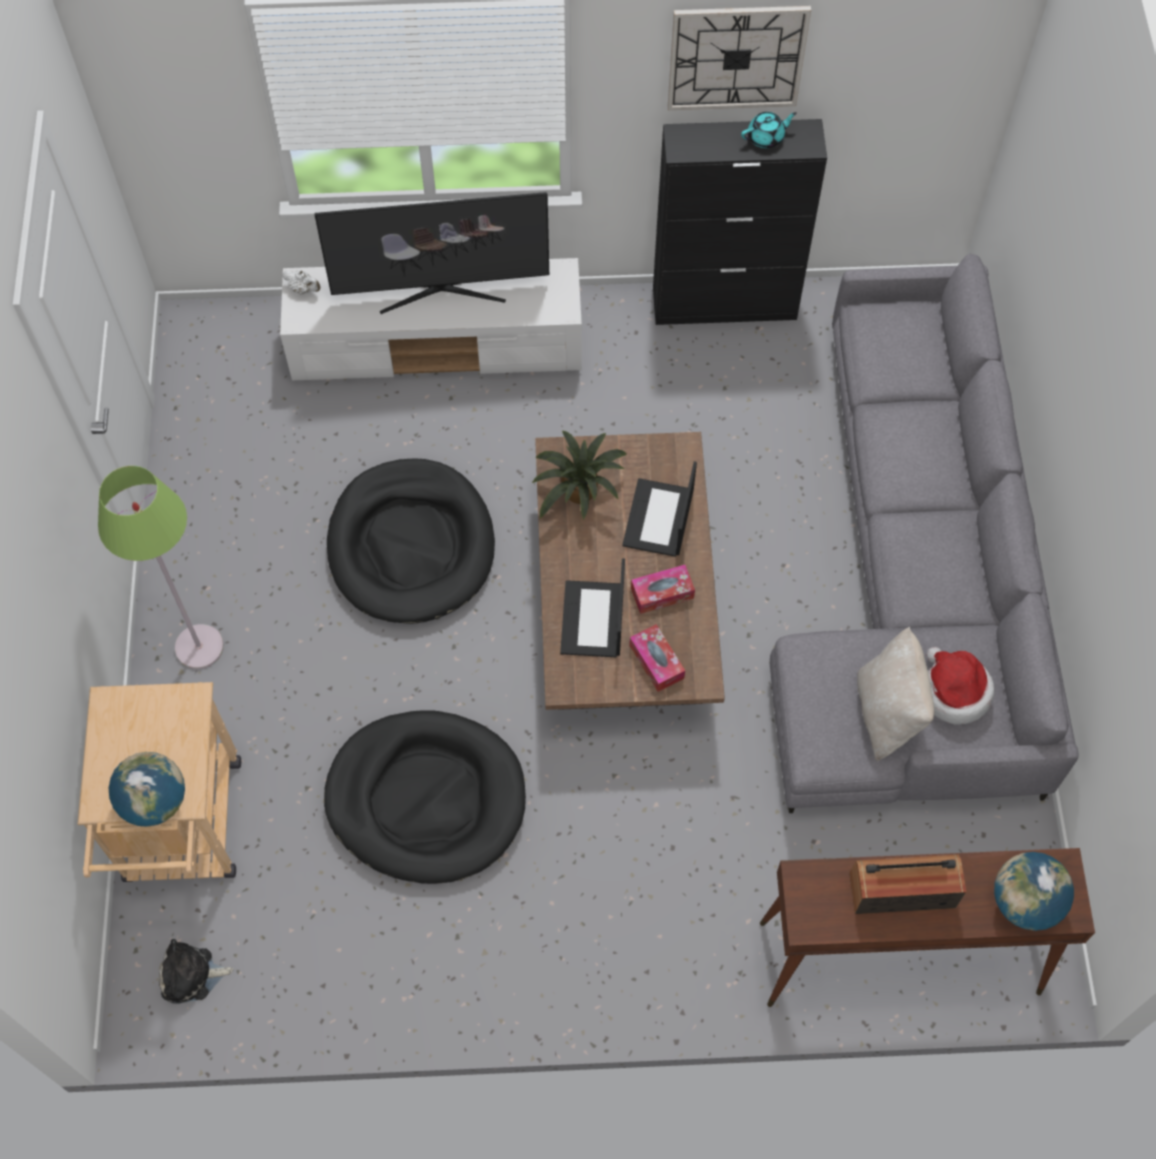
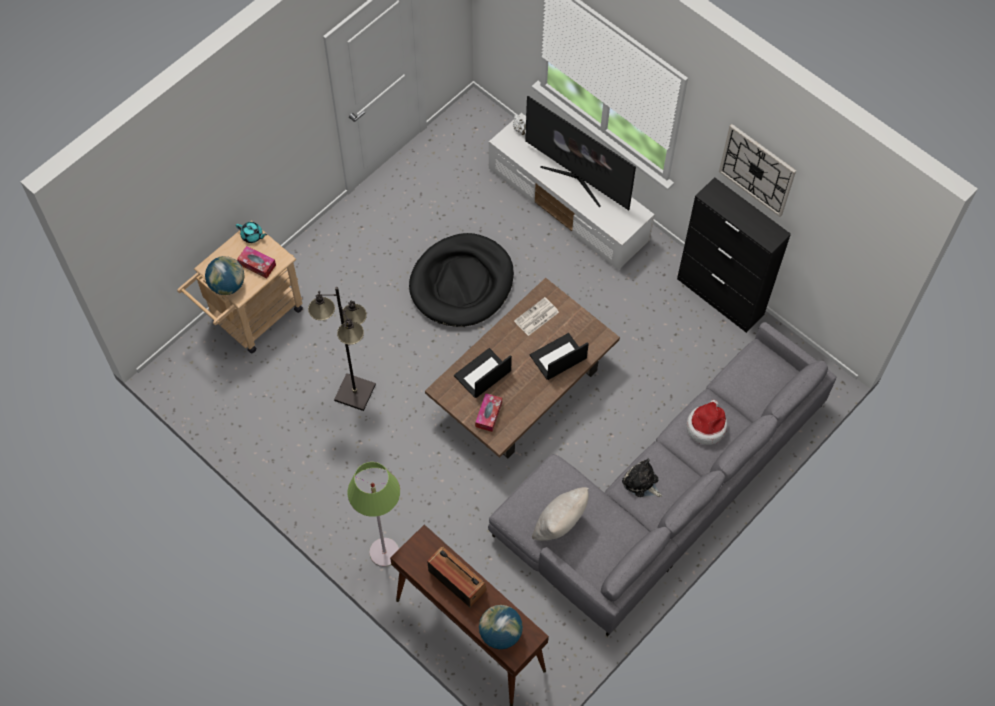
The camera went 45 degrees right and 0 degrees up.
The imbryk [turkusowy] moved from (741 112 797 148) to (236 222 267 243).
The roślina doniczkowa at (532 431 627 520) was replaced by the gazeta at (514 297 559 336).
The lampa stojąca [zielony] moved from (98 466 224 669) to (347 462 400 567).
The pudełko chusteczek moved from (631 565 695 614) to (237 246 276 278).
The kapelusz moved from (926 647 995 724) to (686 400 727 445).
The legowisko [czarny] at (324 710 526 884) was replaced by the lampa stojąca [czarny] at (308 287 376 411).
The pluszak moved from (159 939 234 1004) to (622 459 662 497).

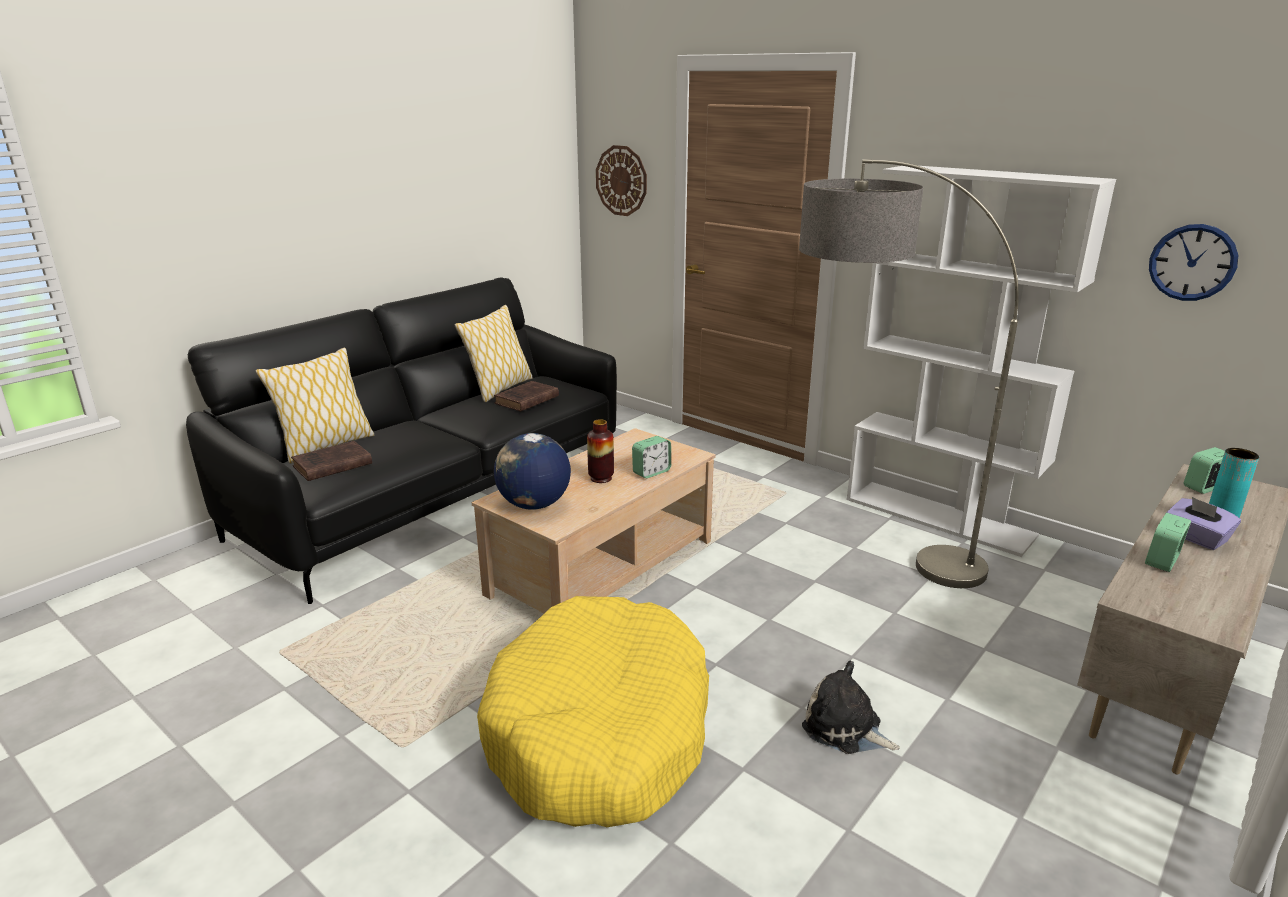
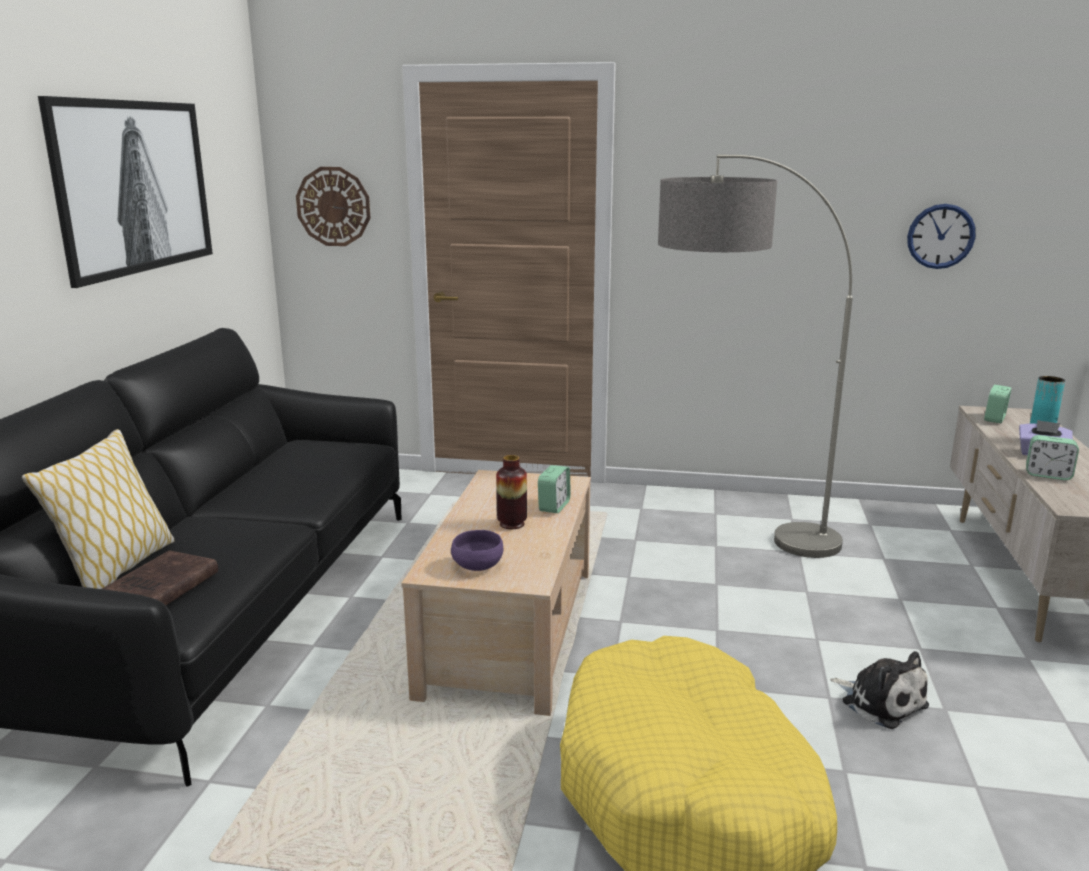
The camera went 30 degrees left and 5 degrees down.
The regał [biały] at (847 166 1116 557) disappeared.
The poduszka at (455 305 533 402) disappeared.
The książka [brązowy] at (494 381 559 412) disappeared.
The globus at (494 433 571 510) was replaced by the miska [fioletowy] at (451 530 503 571).
The budzik at (1145 513 1191 572) turned 75 degrees counterclockwise.
The pluszak at (802 661 900 754) turned 135 degrees counterclockwise.
The obraz at (38 96 213 288) appeared.

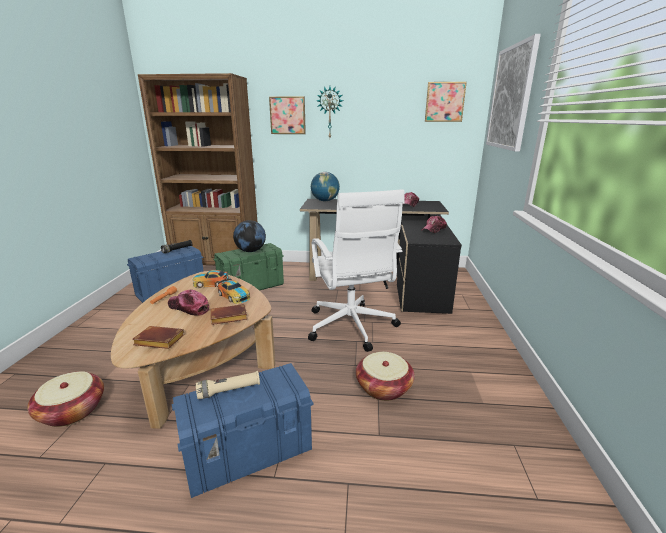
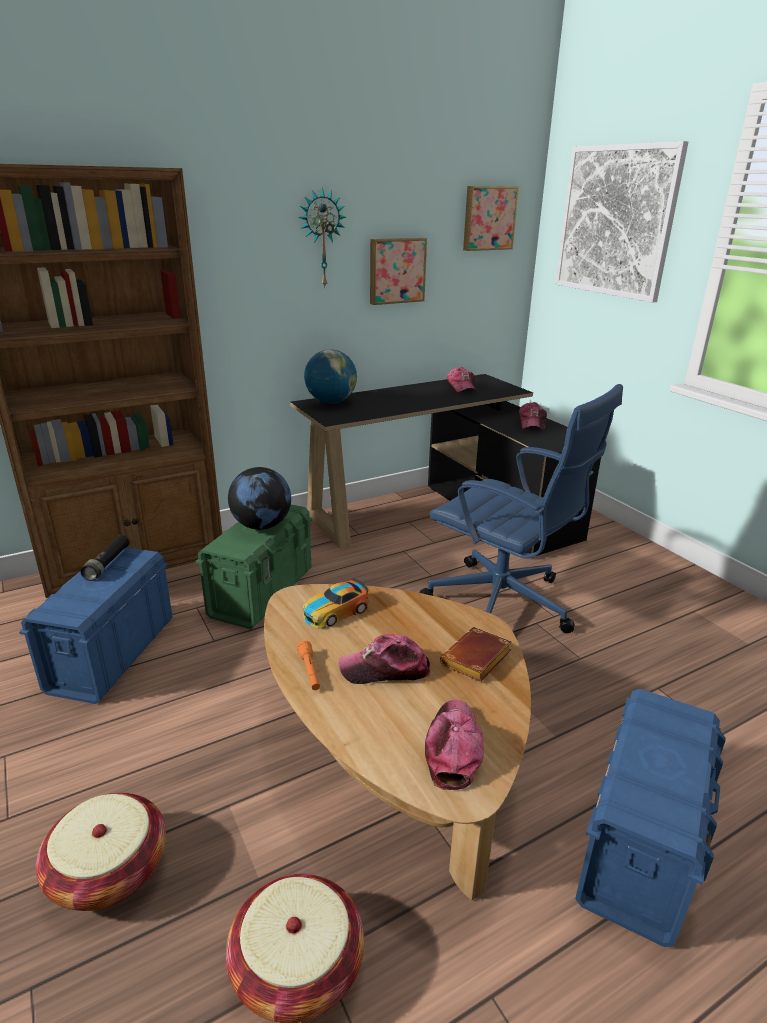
The camera went 35 degrees left and 5 degrees up.
The obraz moved from (269 96 306 134) to (370 238 427 305).
The krzesło biurowe [biały] at (308 189 404 352) became the krzesło biurowe [niebieski] at (419 384 623 633).
The samochodzik at (218 279 250 304) disappeared.
The książka [brązowy] at (132 326 185 349) was replaced by the czapka z daszkiem at (425 700 484 790).
The koszyk moved from (356 352 415 401) to (36 793 166 911).
The latarka [beżowy] at (196 371 260 399) disappeared.

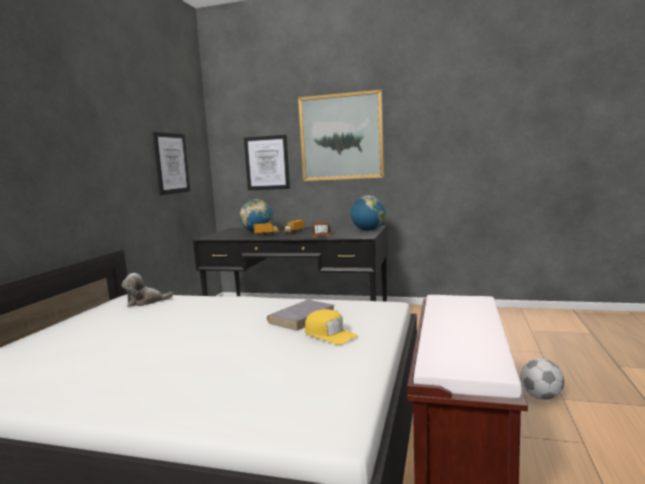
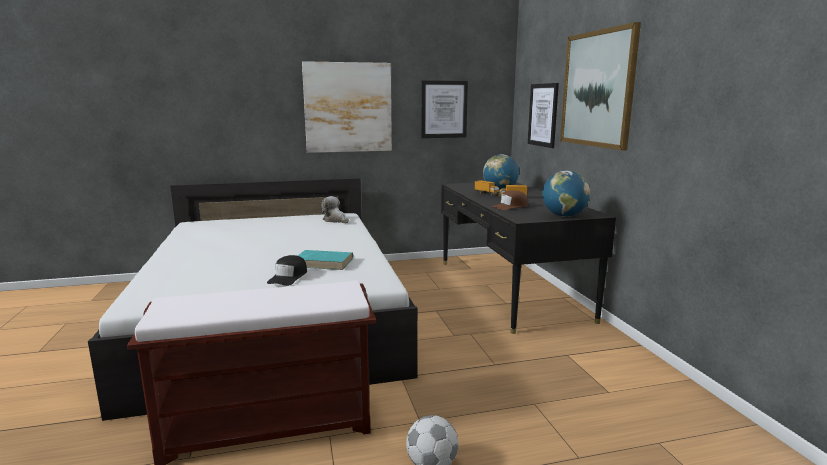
The camera went 60 degrees right and 5 degrees up.
The książka [szary] at (267 300 334 331) became the książka [turkusowy] at (298 250 353 270).
The czapka z daszkiem [żółty] at (305 309 358 345) became the czapka z daszkiem [czarny] at (267 255 307 286).
The obraz at (302 61 392 153) appeared.

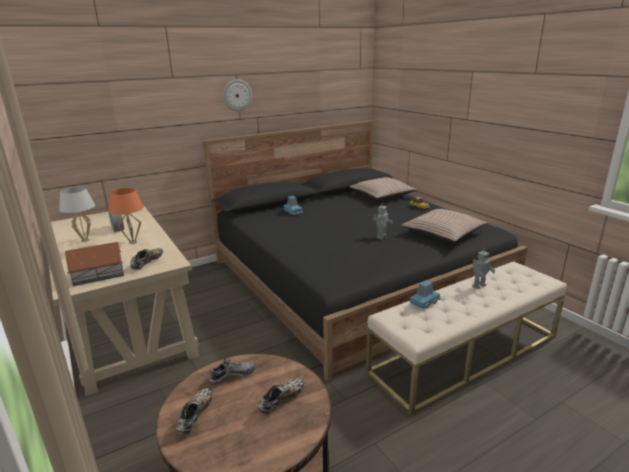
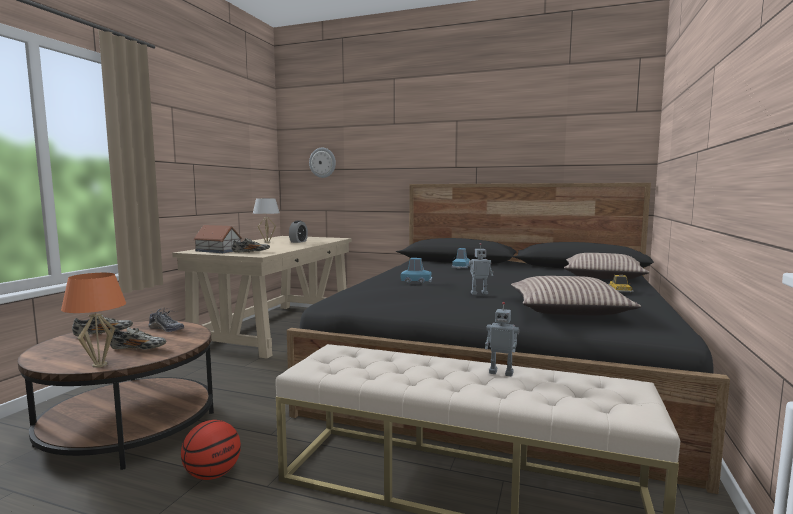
The camera went 50 degrees right and 15 degrees down.
The zegar ścienny moved from (223 79 252 112) to (309 148 336 178).
The lampa stołowa [pomarańczowy] moved from (109 188 144 244) to (61 273 126 368).
The samochodzik [niebieski] moved from (410 281 441 309) to (400 258 432 283).
The piłka do koszykówki at (181 420 241 480) appeared.

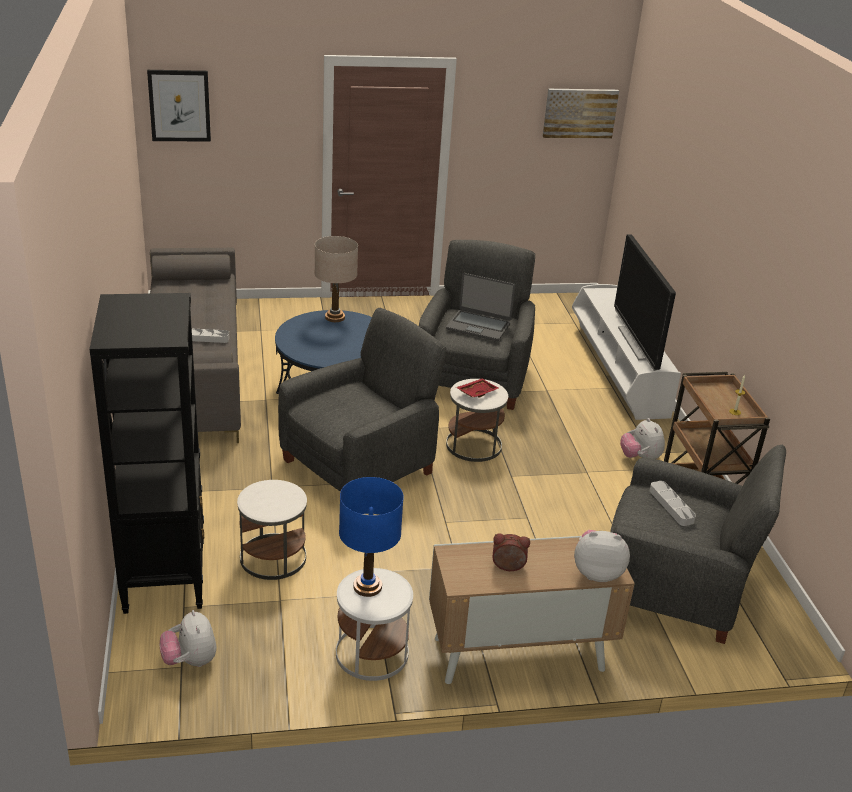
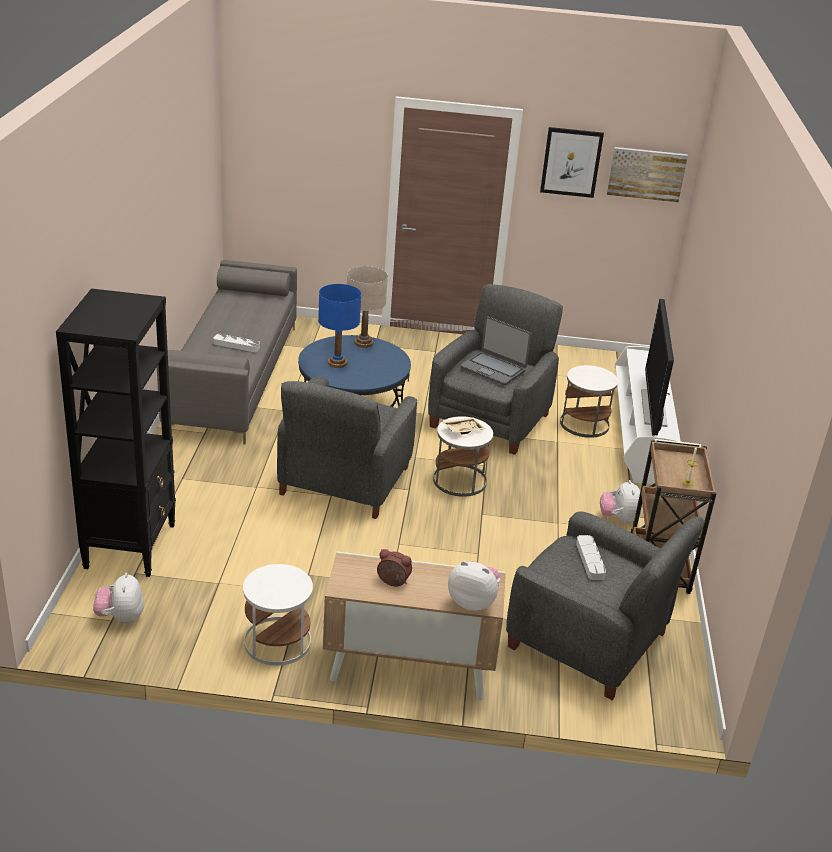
The camera went 15 degrees right and 0 degrees up.
The obraz moved from (147 70 211 142) to (540 127 604 198).
The fotel [szary] at (278 308 446 492) turned 135 degrees clockwise.
The taca [czerwony] at (456 378 499 398) became the taca [beżowy] at (442 417 485 434).
The lampa stołowa [niebieski] moved from (339 477 404 597) to (318 284 361 368).
The stolik [biały] moved from (237 480 307 580) to (560 365 618 438).

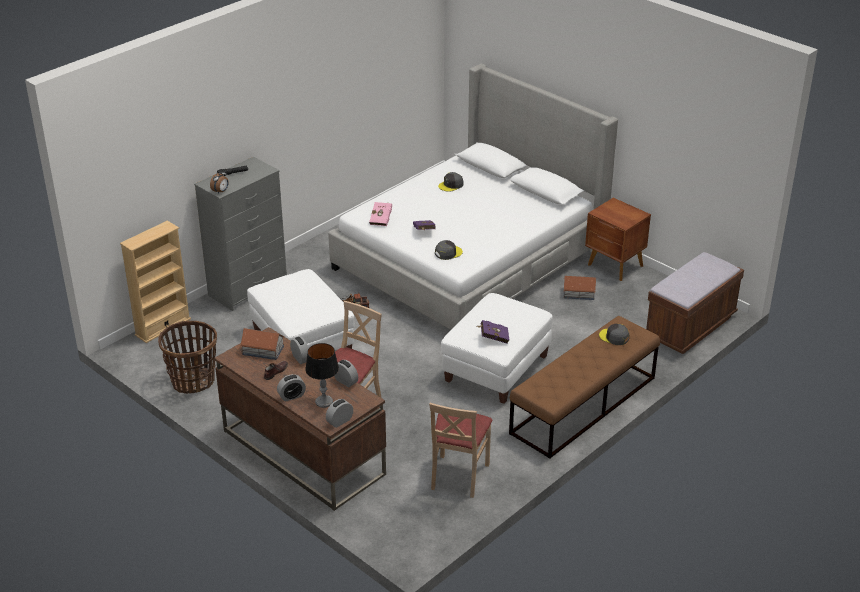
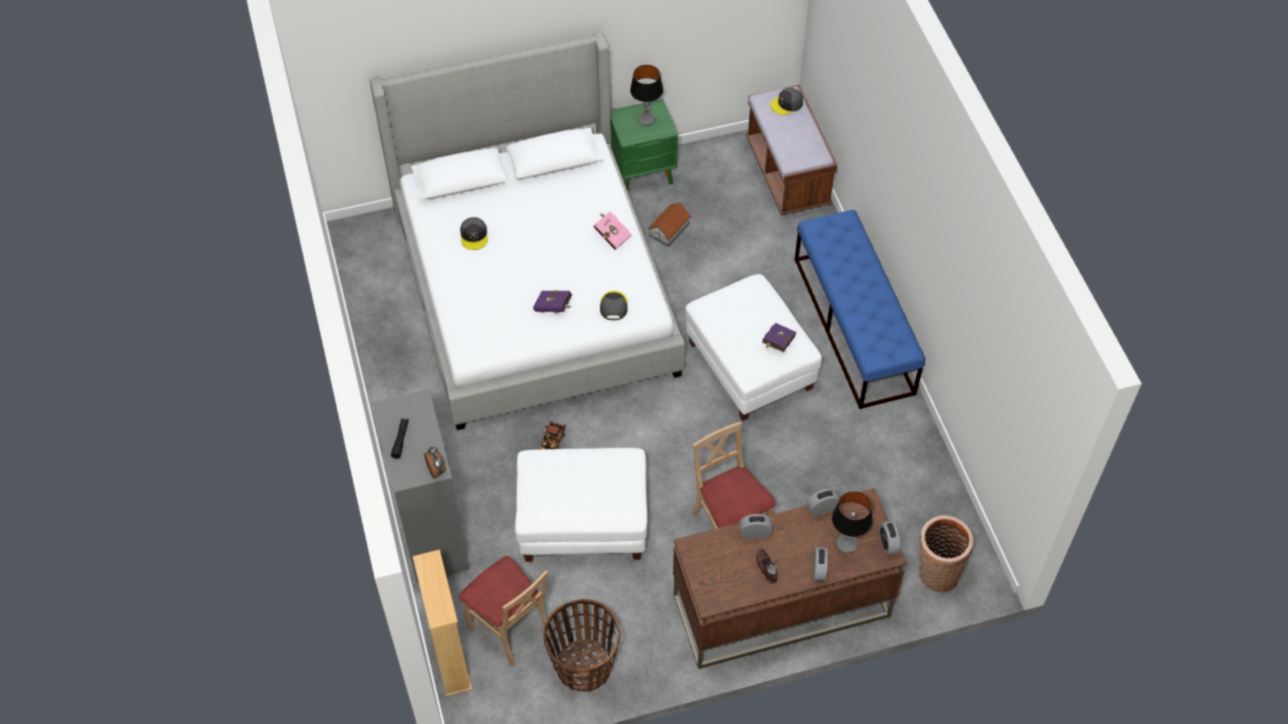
The camera went 60 degrees left and 20 degrees up.
The szafka nocna [brązowy] at (585 198 651 281) became the szafka nocna [zielony] at (611 99 678 191).
The książka [różowy] moved from (369 202 392 226) to (593 212 632 250).
The ławka [brązowy] at (509 316 660 459) became the ławka [niebieski] at (795 210 925 409).
The czapka z daszkiem [szary] moved from (599 324 629 345) to (771 87 803 115).
The domek at (240 328 285 360) disappeared.
The krzesło [beżowy] moved from (429 403 493 498) to (459 556 550 666).
The lampa stołowa at (630 65 663 126) appeared.
The koszyk at (919 515 973 592) appeared.

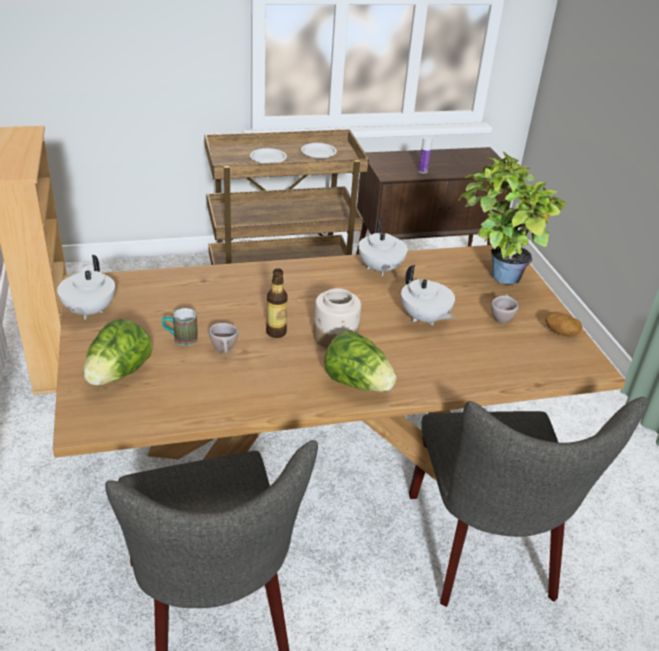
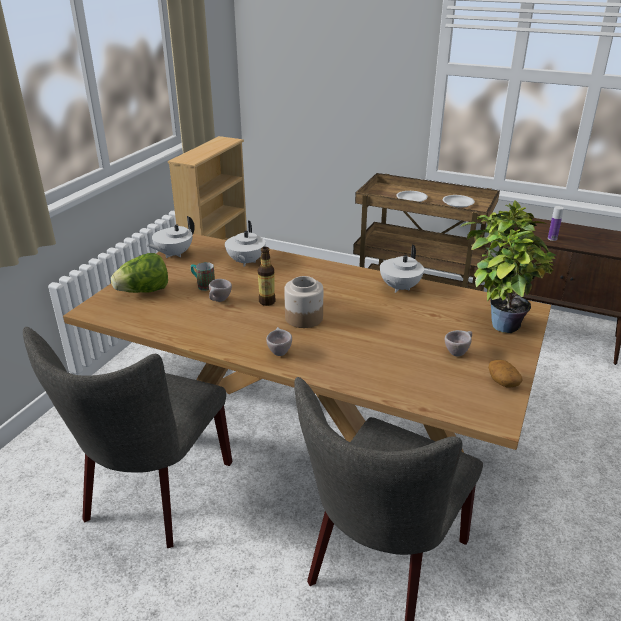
The camera went 40 degrees right and 5 degrees down.
The imbryk [biały] moved from (401 265 455 326) to (225 221 266 267).
The sałata at (324 330 396 392) was replaced by the filiżanka [beżowy] at (266 327 292 356).

